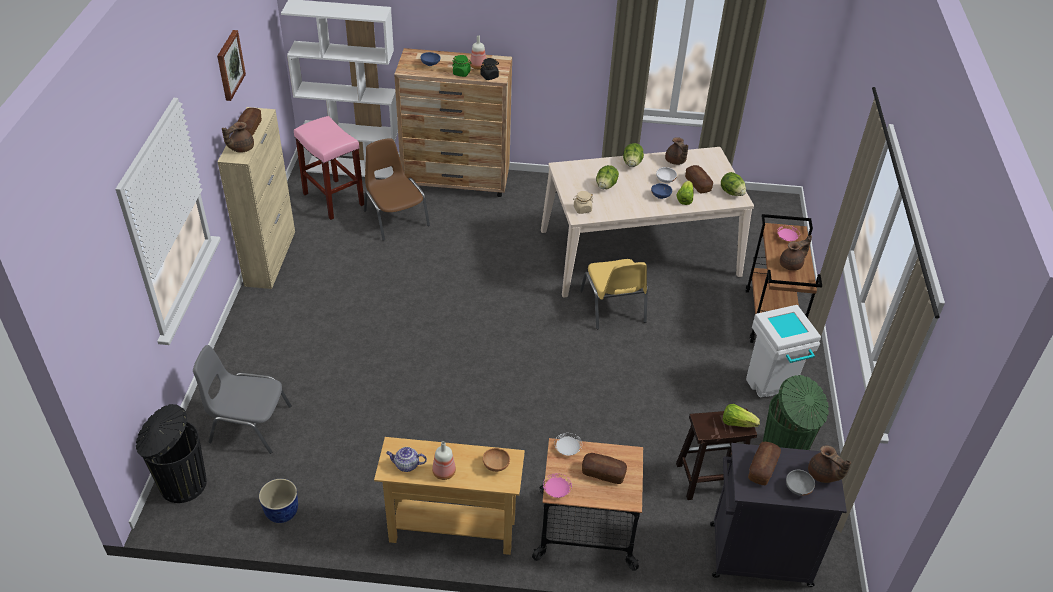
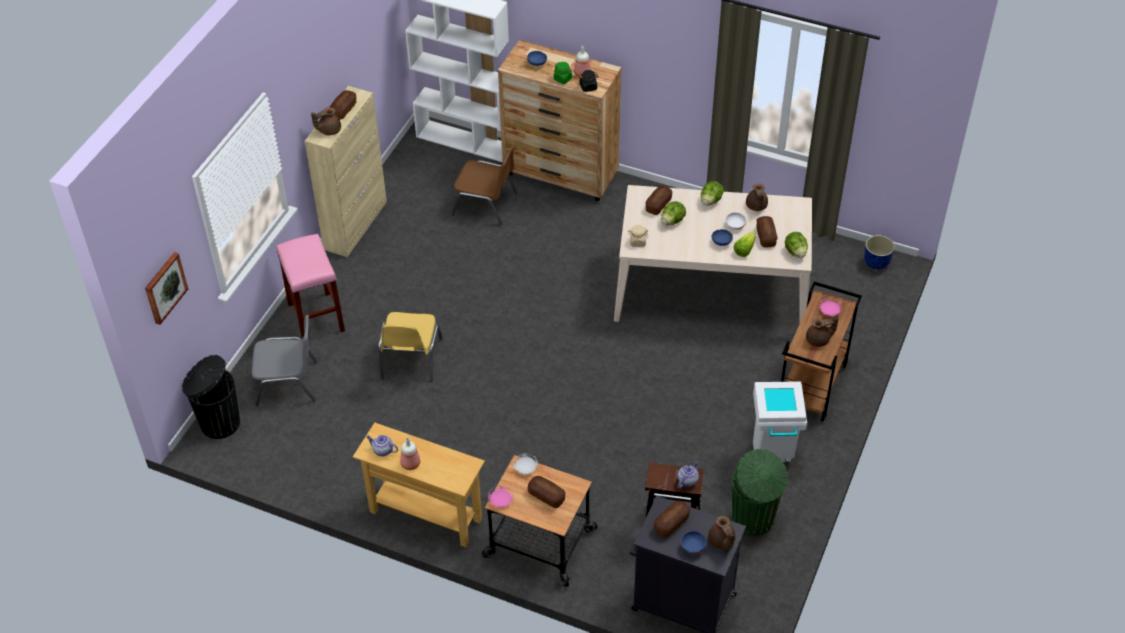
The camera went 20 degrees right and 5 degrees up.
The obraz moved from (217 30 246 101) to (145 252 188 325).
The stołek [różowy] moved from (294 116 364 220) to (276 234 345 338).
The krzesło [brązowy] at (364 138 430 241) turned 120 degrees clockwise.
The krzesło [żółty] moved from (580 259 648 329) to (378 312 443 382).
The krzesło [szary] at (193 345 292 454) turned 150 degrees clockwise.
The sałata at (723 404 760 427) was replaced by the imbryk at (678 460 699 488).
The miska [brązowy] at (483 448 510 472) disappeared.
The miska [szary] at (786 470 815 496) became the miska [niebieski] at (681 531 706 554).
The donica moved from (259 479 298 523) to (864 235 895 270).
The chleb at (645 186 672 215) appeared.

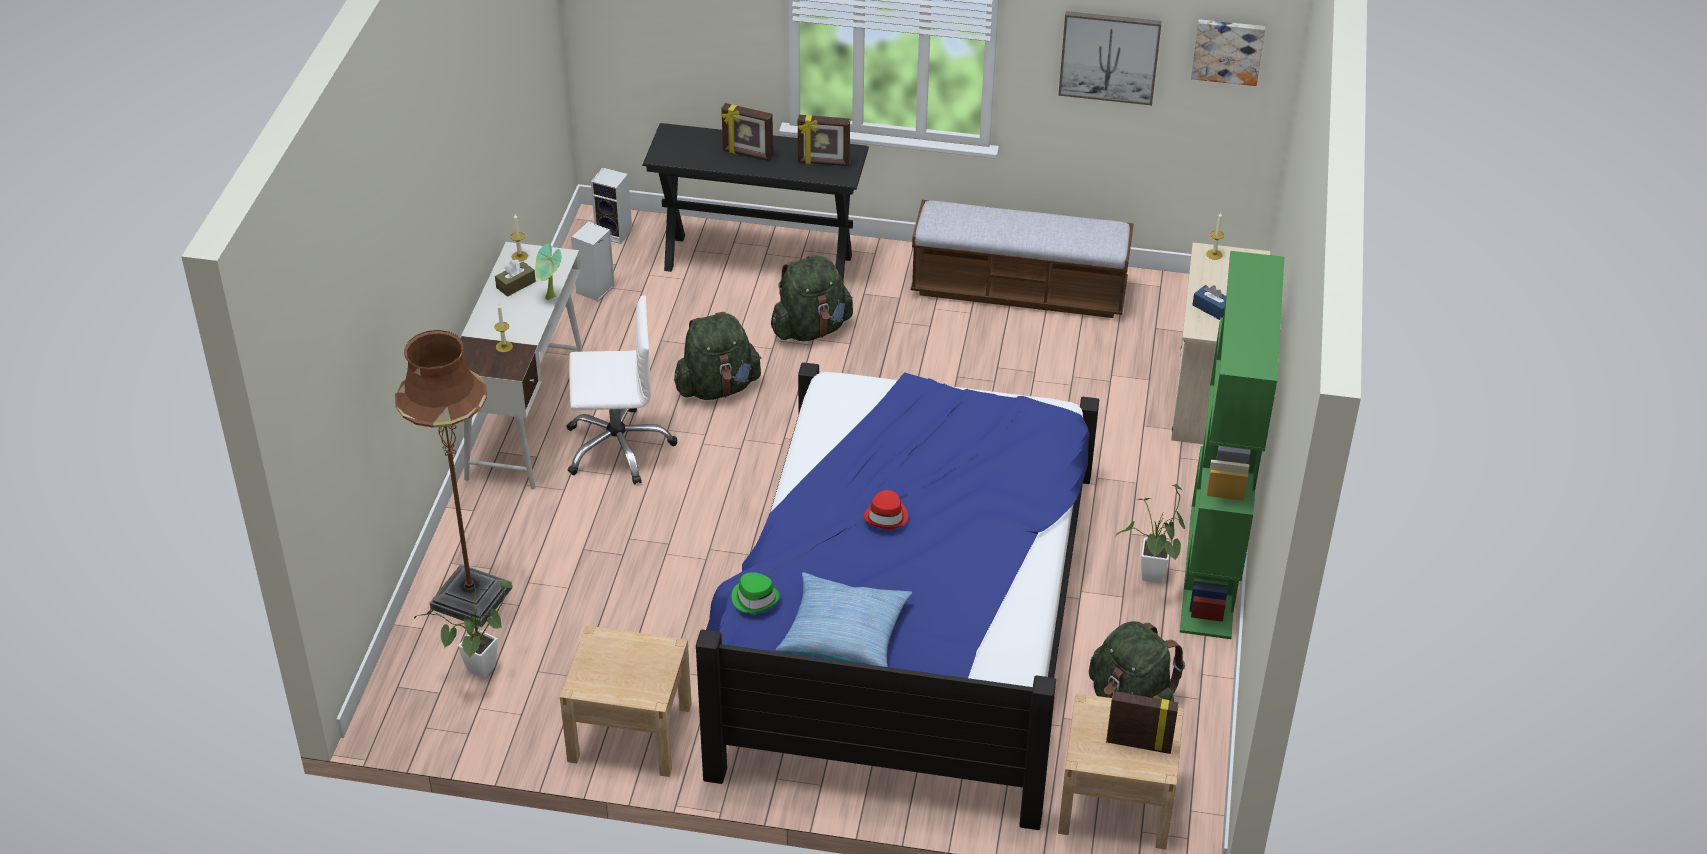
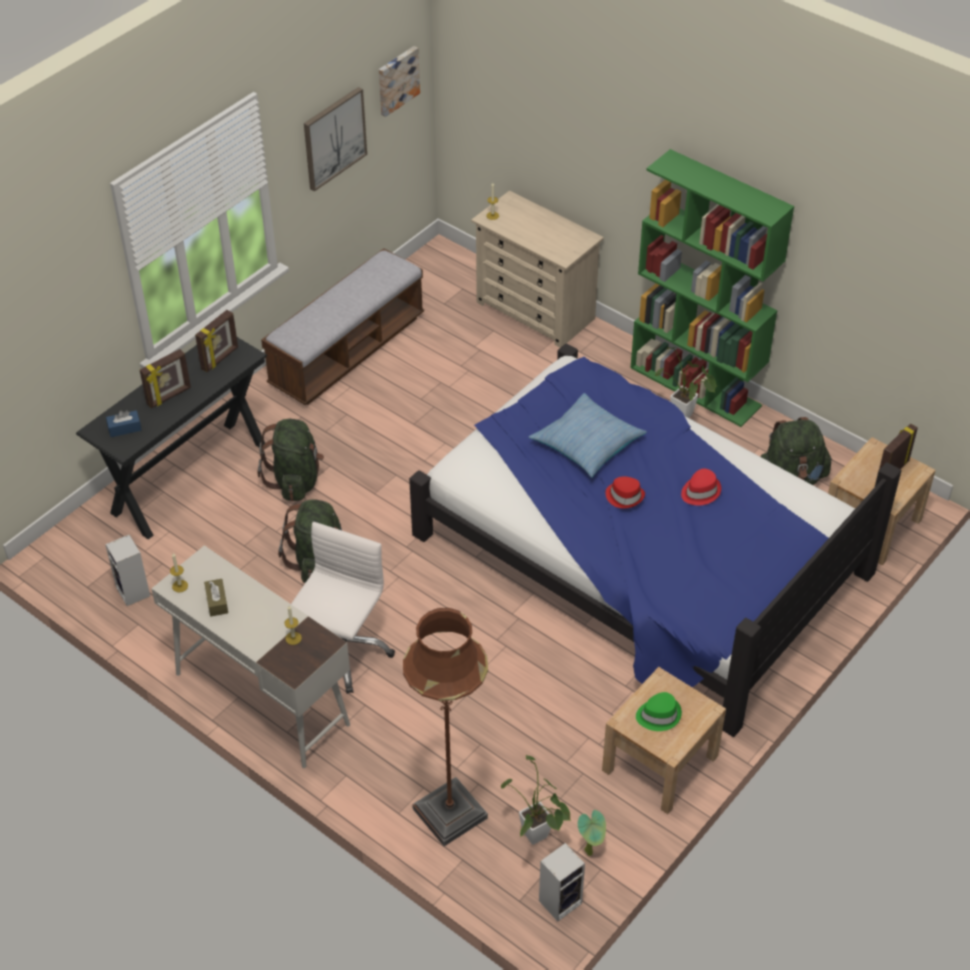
The camera went 60 degrees left and 5 degrees up.
The głośnik moved from (591 168 632 244) to (539 843 585 922).
The roślina doniczkowa moved from (535 244 561 300) to (578 810 606 856).
The pudełko chusteczek [niebieski] moved from (1193 285 1226 320) to (106 410 141 437).
The kapelusz [zielony] moved from (732 572 780 613) to (636 692 682 731).
The poduszka moved from (776 572 912 667) to (529 393 647 478).
The kapelusz [czerwony] at (681 469 721 505) appeared.

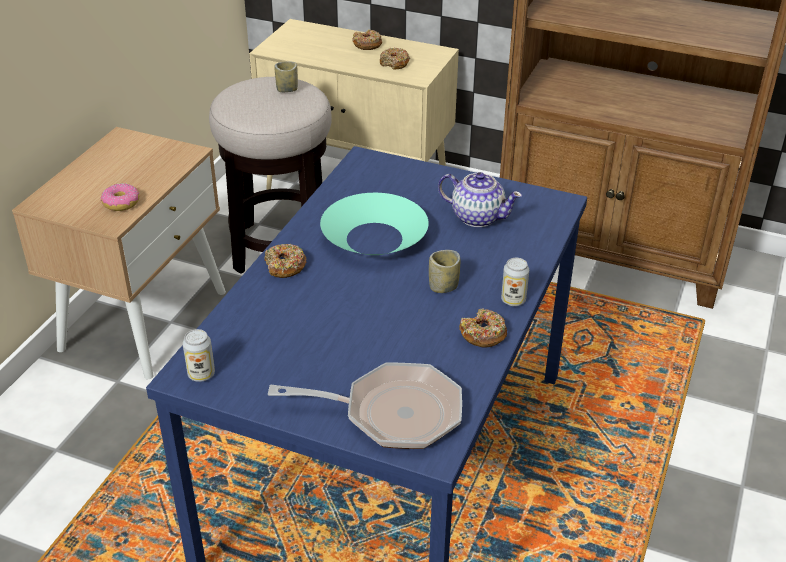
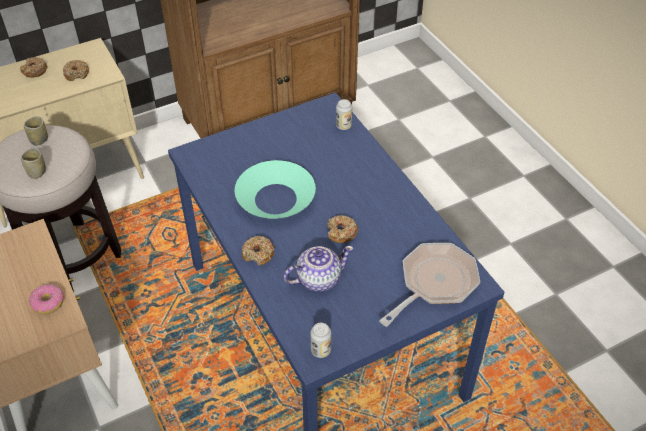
The camera went 50 degrees left and 10 degrees up.
The imbryk moved from (438 172 522 227) to (284 246 353 292).
The filiżanka moved from (429 250 460 293) to (21 148 46 179).
The puszka moved from (501 258 529 306) to (336 99 352 130).
The donut moved from (459 308 507 348) to (328 215 358 243).

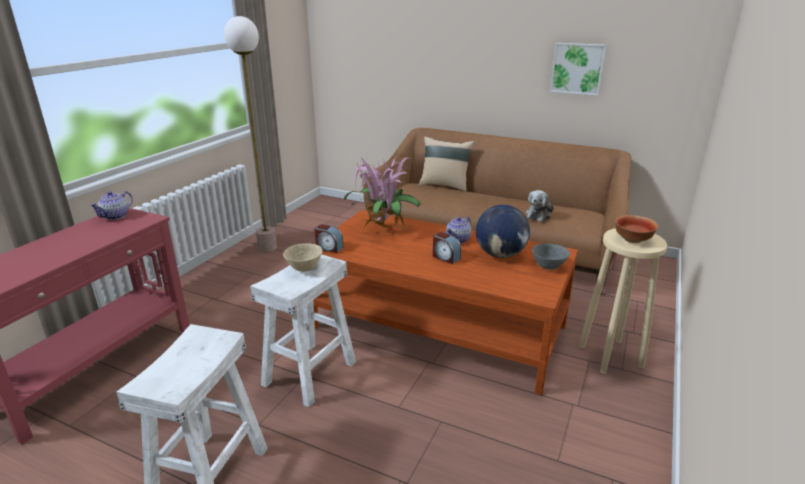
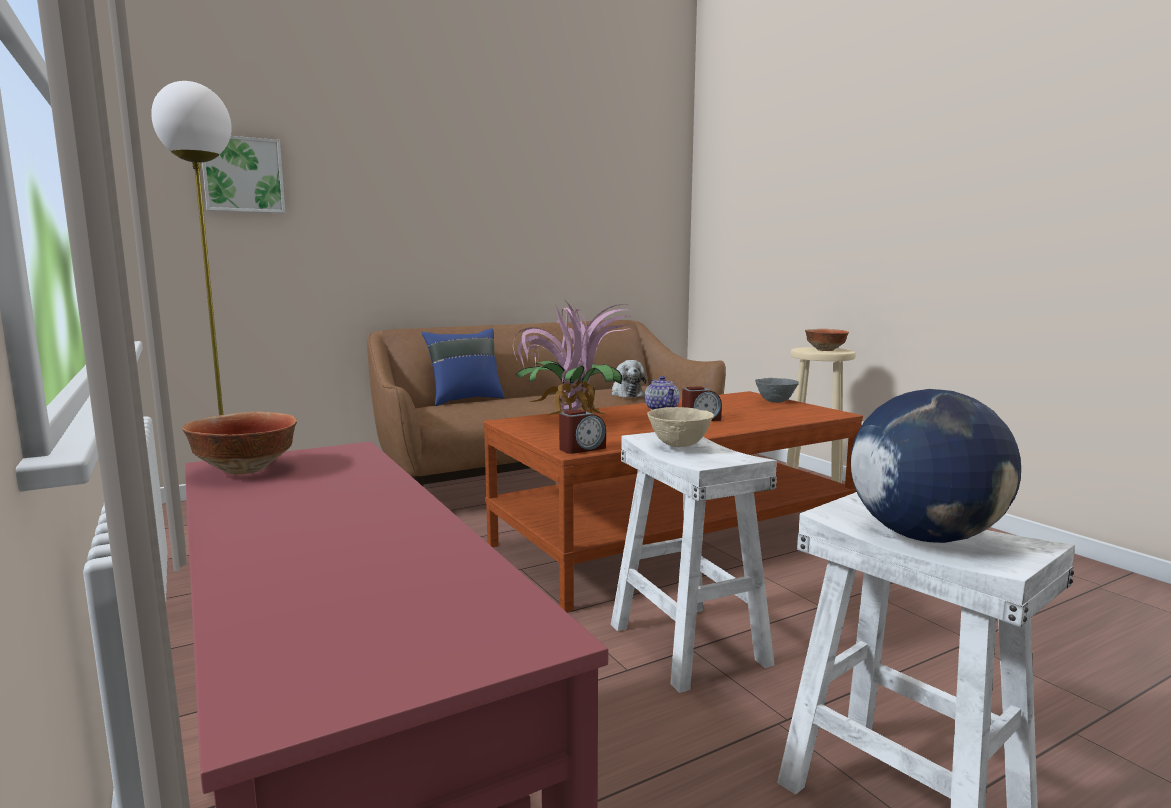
The camera went 55 degrees left and 15 degrees down.
The obraz moved from (550 43 606 96) to (202 136 285 213).
The poduszka [beżowy] at (419 136 474 191) became the poduszka [niebieski] at (422 328 505 406).
The imbryk at (89 191 133 220) was replaced by the miska at (182 412 297 475).
The globus moved from (476 205 530 258) to (851 389 1021 543).

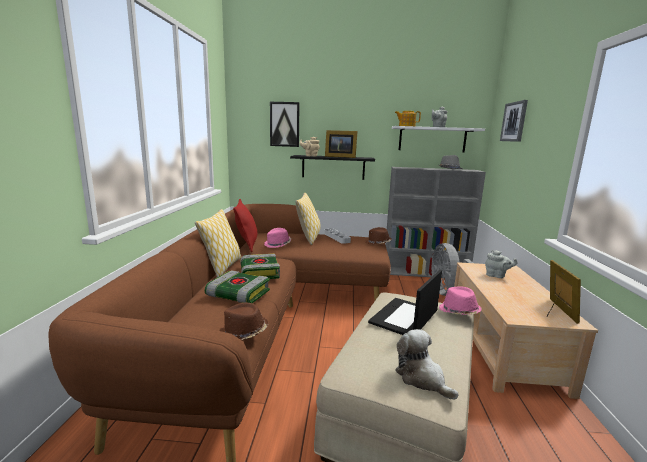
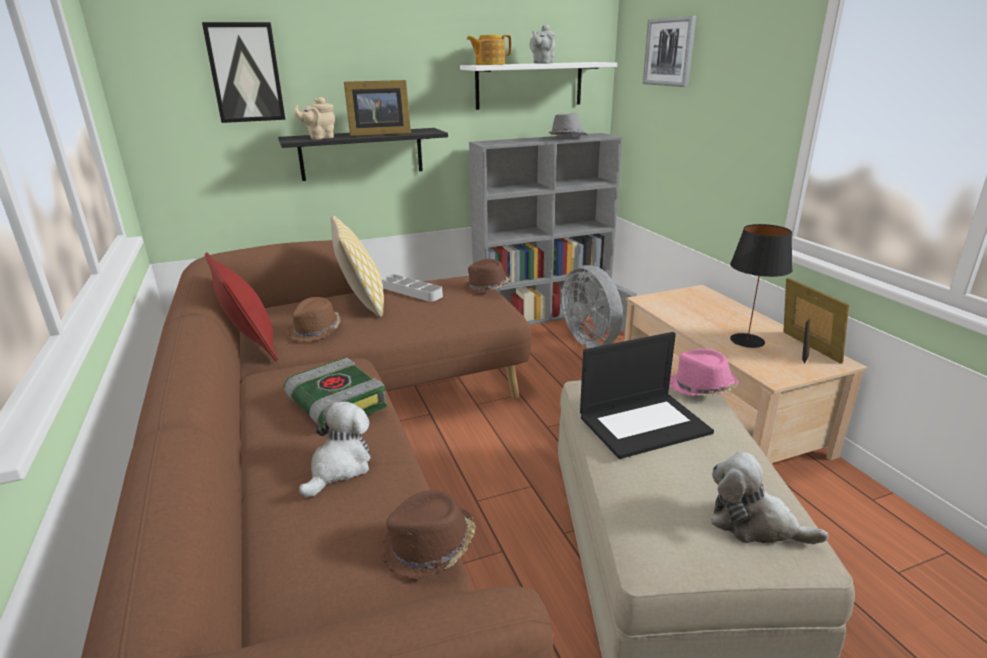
The camera went 25 degrees left and 10 degrees up.
The poduszka at (195 209 241 277) disappeared.
The kapelusz [różowy] at (264 228 291 248) became the kapelusz [brązowy] at (287 297 341 342).
The imbryk [szary] at (485 250 518 278) disappeared.
The książka at (205 270 270 303) was replaced by the pluszak at (299 402 371 498).
The laptop at (368 270 442 335) turned 120 degrees counterclockwise.
The lampa stołowa [czarny] at (730 224 793 348) appeared.

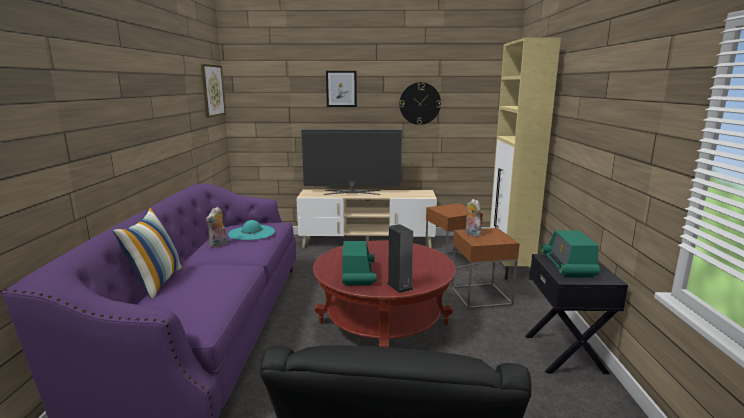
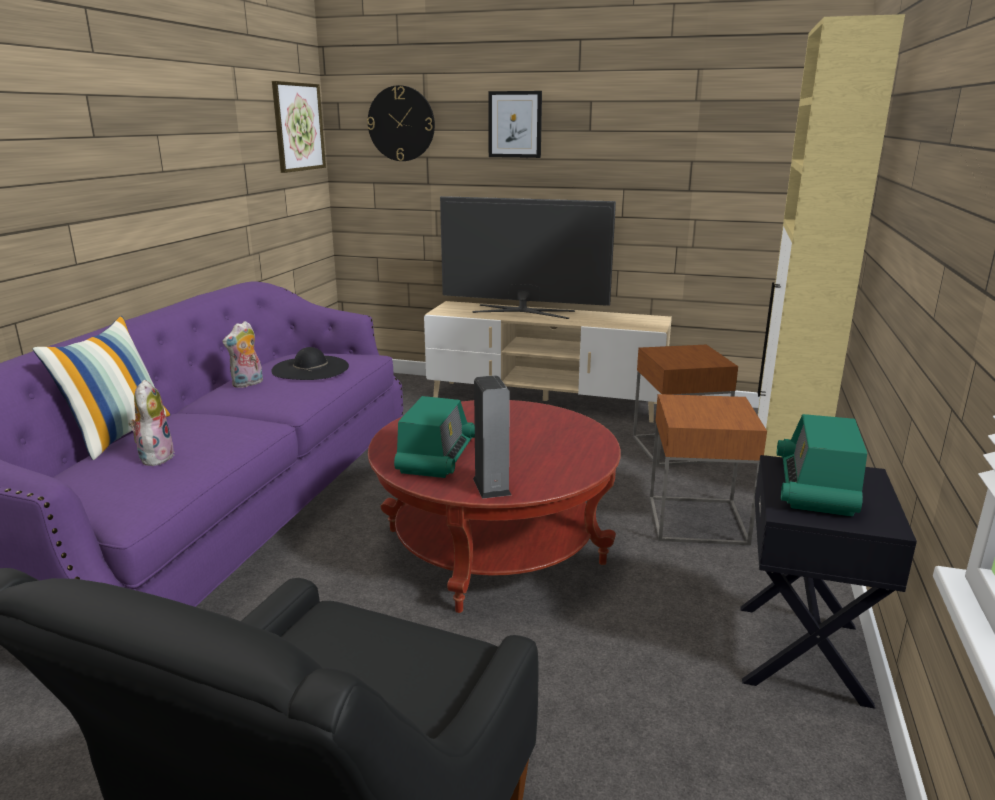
The camera went 15 degrees right and 5 degrees up.
The zegar ścienny moved from (399 82 441 125) to (367 85 435 161).
The pluszak moved from (466 199 482 237) to (129 380 175 466).
The kapelusz [turkusowy] at (228 220 275 240) became the kapelusz [czarny] at (271 347 349 380).

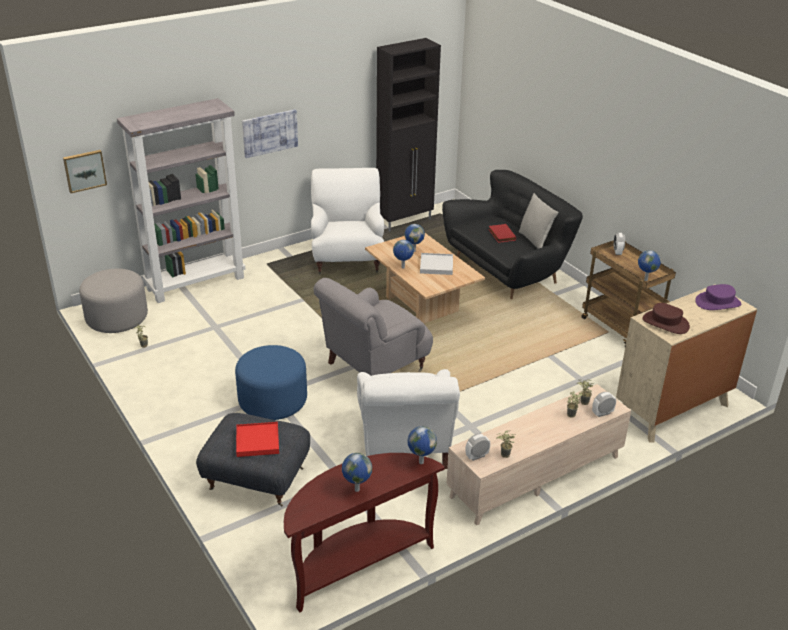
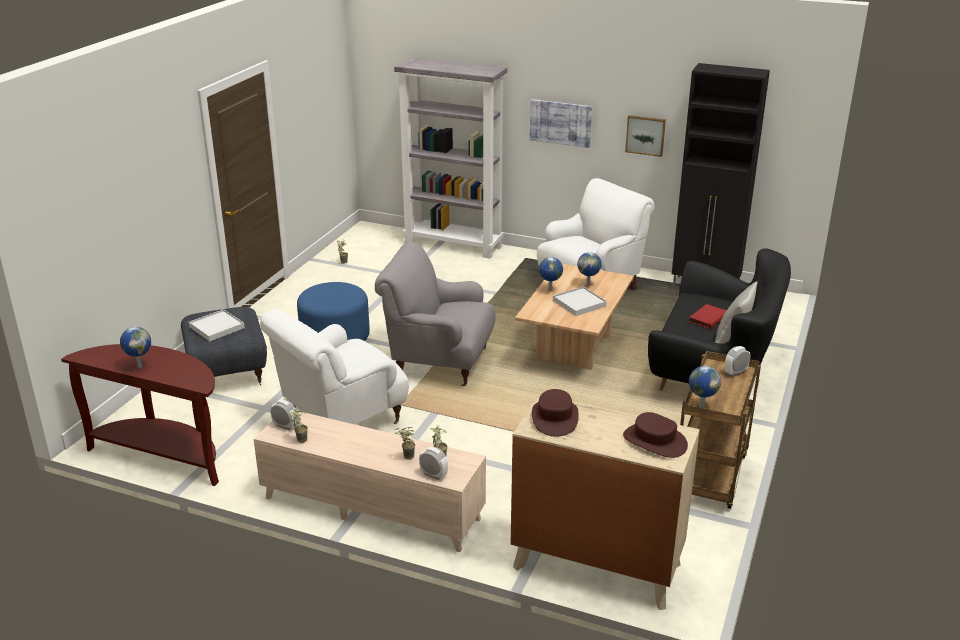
The camera went 55 degrees right and 5 degrees down.
The obraz moved from (63 150 107 193) to (625 115 666 157).
The pufa [szary] at (79 269 148 333) disappeared.
The kapelusz [fioletowy] at (695 284 741 310) became the kapelusz [brązowy] at (623 412 688 458).
The taca [czerwony] at (236 422 279 457) became the taca [biały] at (189 309 245 342).
The globus at (408 426 437 464) disappeared.

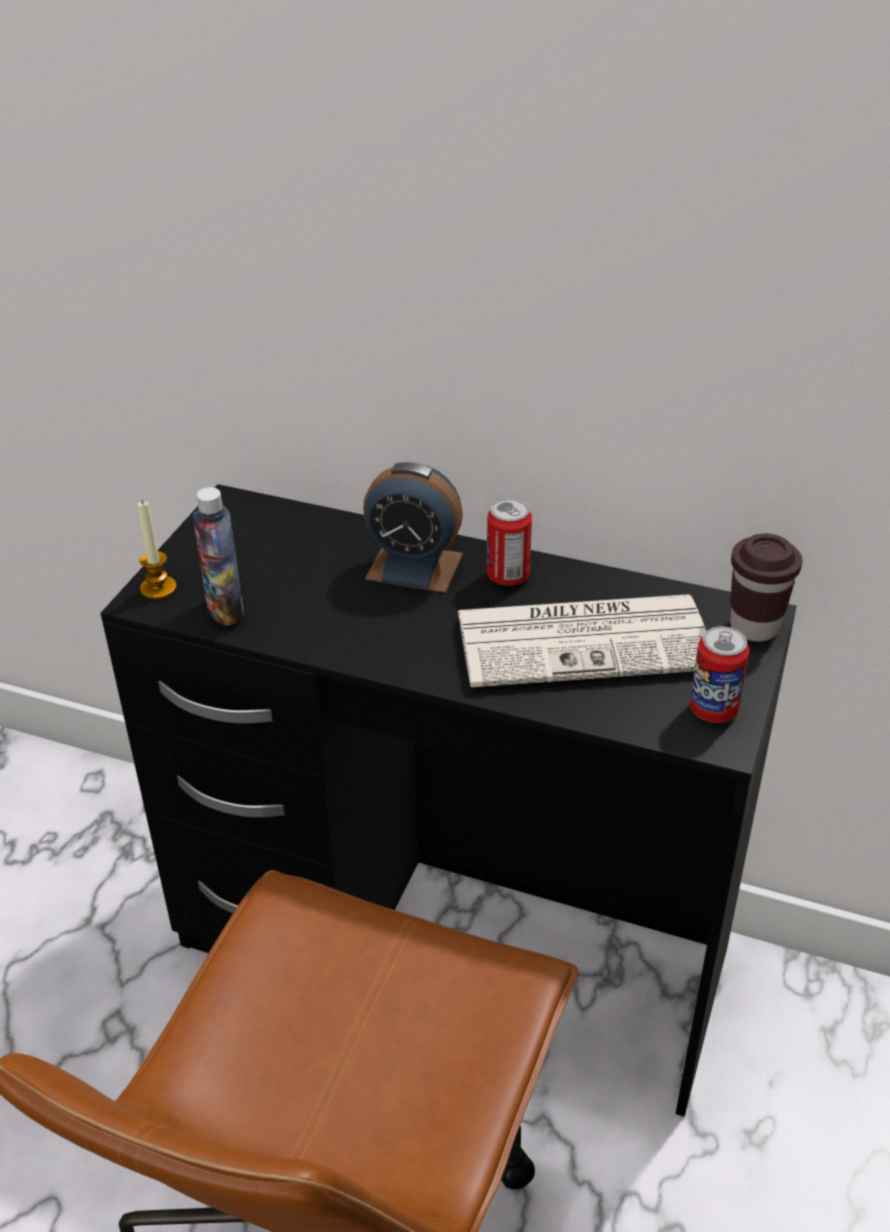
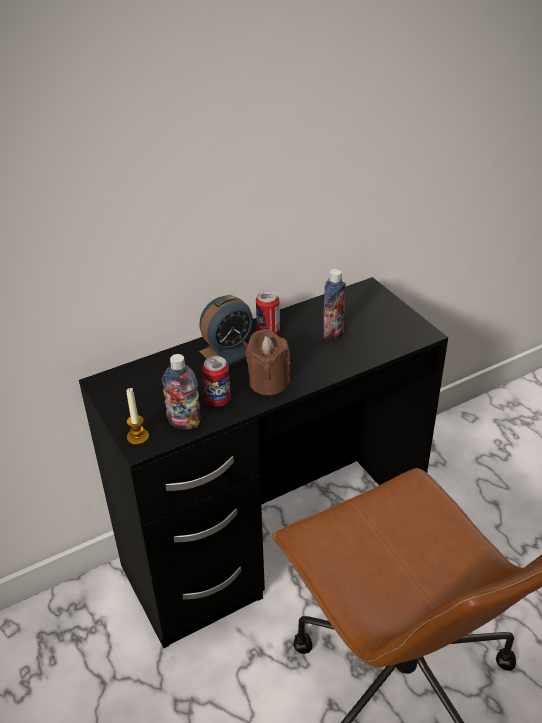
The camera went 50 degrees left and 0 degrees up.
The filiżanka [brązowy] at (730 534 802 642) disappeared.
The gazeta at (458 594 706 687) was replaced by the butelka at (323 269 346 341).
The puszka moved from (690 626 749 723) to (202 356 231 406).
The świeca [brązowy] at (246 329 290 395) appeared.

